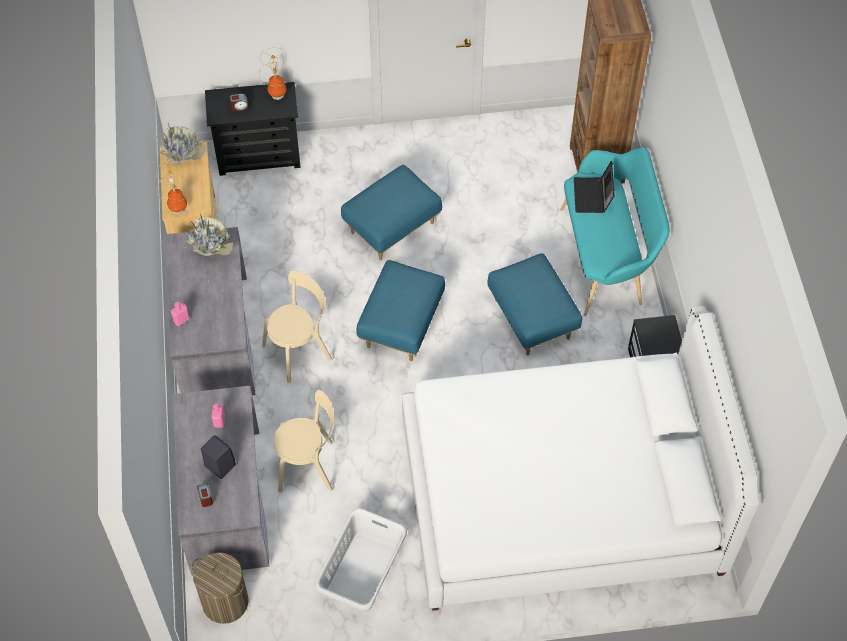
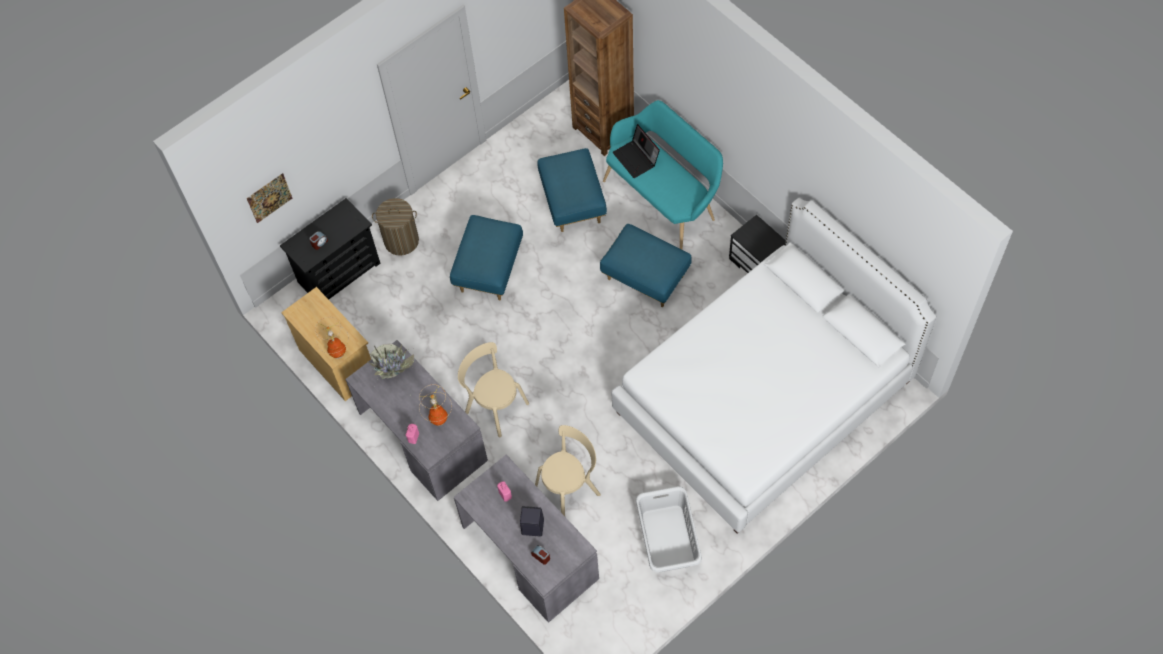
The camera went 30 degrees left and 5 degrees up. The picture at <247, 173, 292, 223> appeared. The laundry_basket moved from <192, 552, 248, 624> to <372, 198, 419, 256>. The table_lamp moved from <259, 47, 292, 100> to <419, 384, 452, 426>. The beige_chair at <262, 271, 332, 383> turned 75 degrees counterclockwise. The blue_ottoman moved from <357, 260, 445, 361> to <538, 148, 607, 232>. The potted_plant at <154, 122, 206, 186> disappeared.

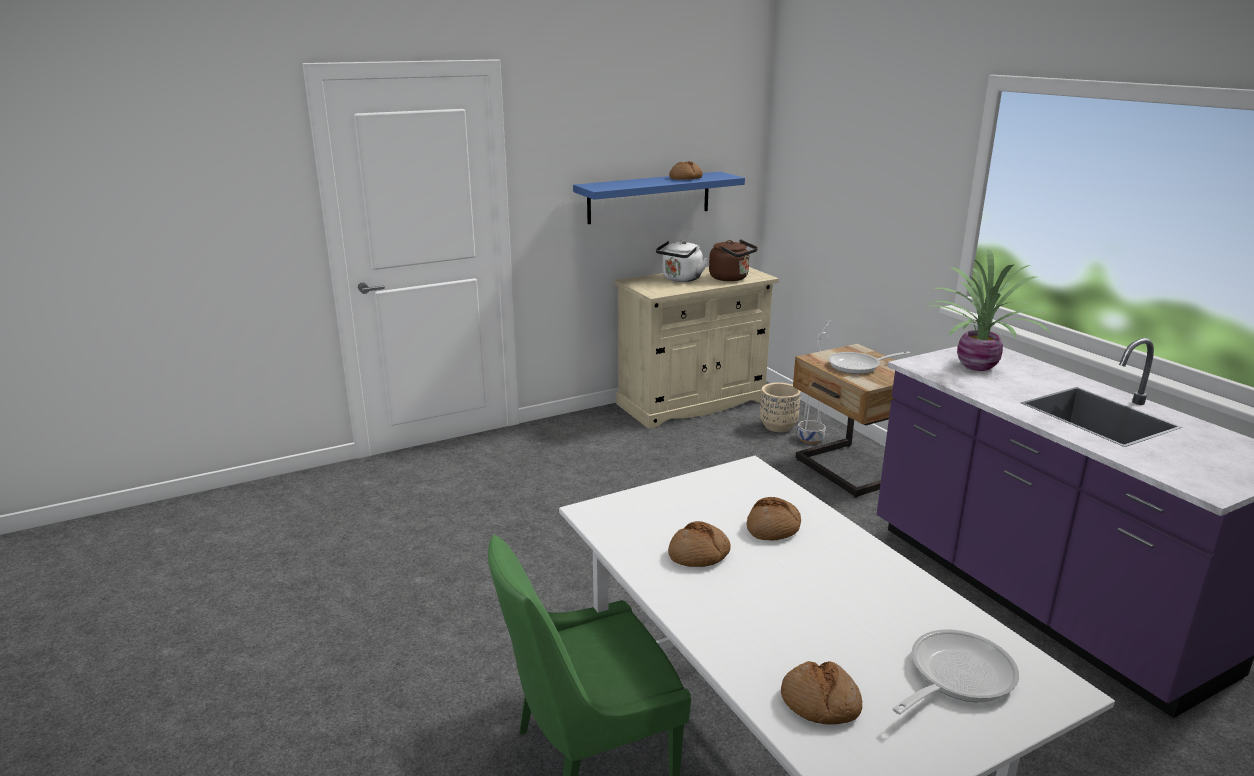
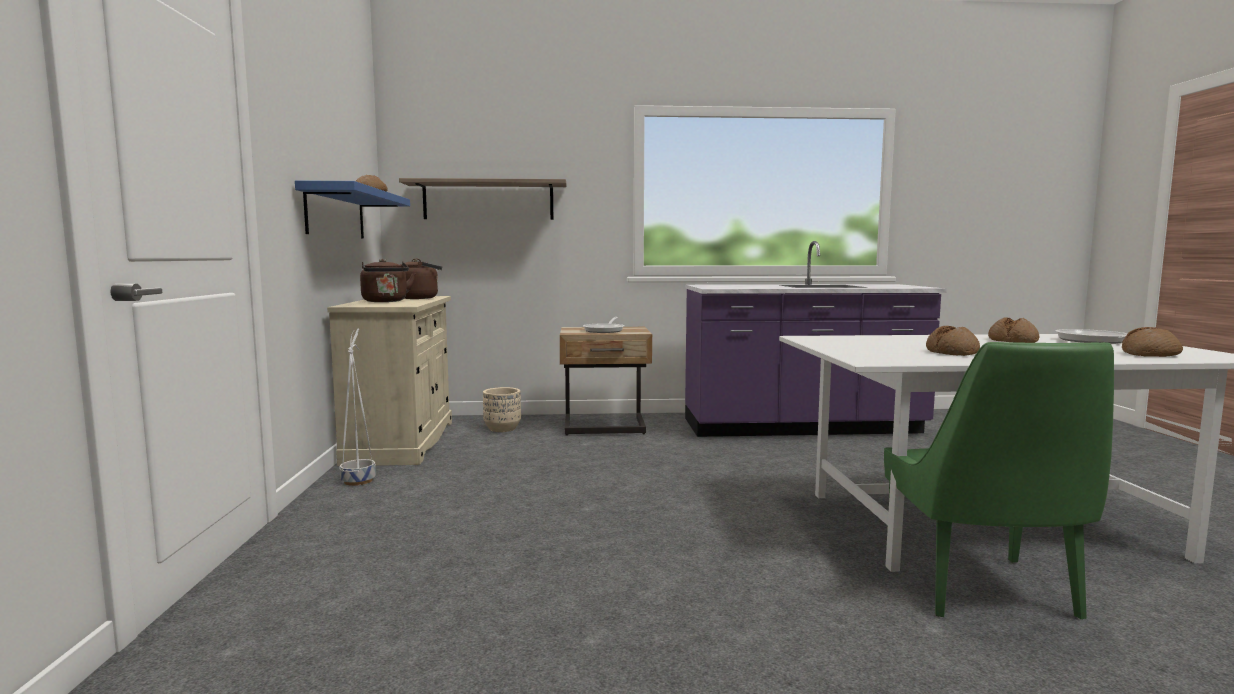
The camera went 65 degrees left and 15 degrees down. The white_planter moved from <797, 320, 831, 444> to <339, 328, 376, 486>. The white_kettle at <656, 240, 708, 282> became the brown_kettle at <360, 259, 415, 302>. The shelf at <399, 178, 567, 220> appeared. The bread moved from <747, 497, 801, 541> to <988, 317, 1039, 343>. The potted_plant at <923, 249, 1051, 371> disappeared.

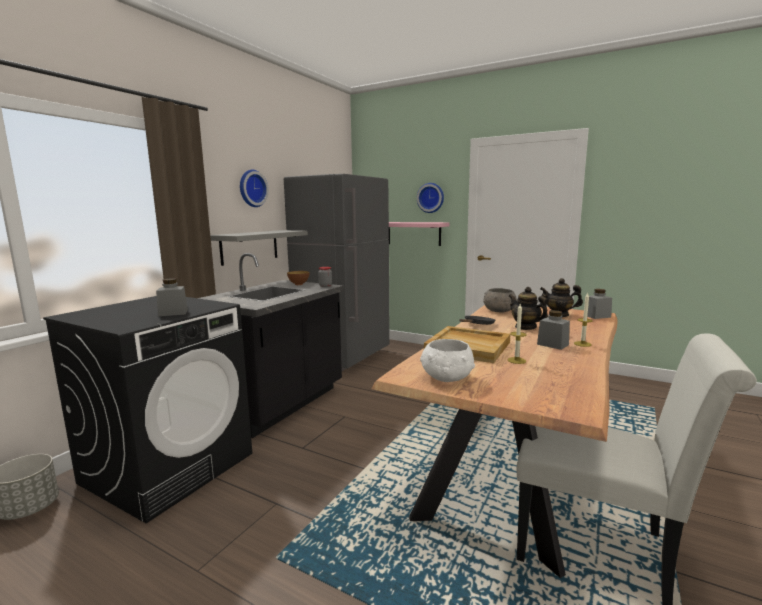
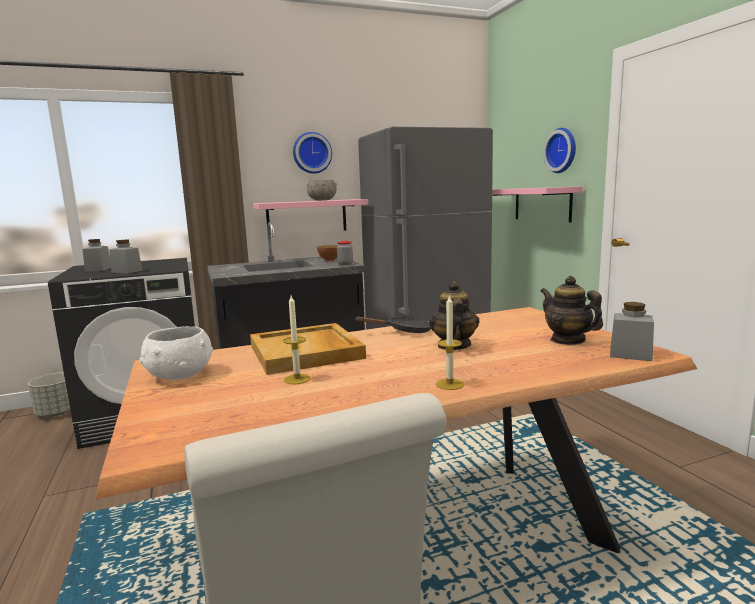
The camera went 40 degrees right and 0 degrees up. The grey_jar moved from <537, 310, 570, 350> to <83, 239, 111, 272>. The grey_shelf at <210, 230, 308, 266> became the pink_shelf at <253, 199, 368, 231>. The grey_bowl moved from <483, 288, 517, 313> to <307, 180, 337, 201>.

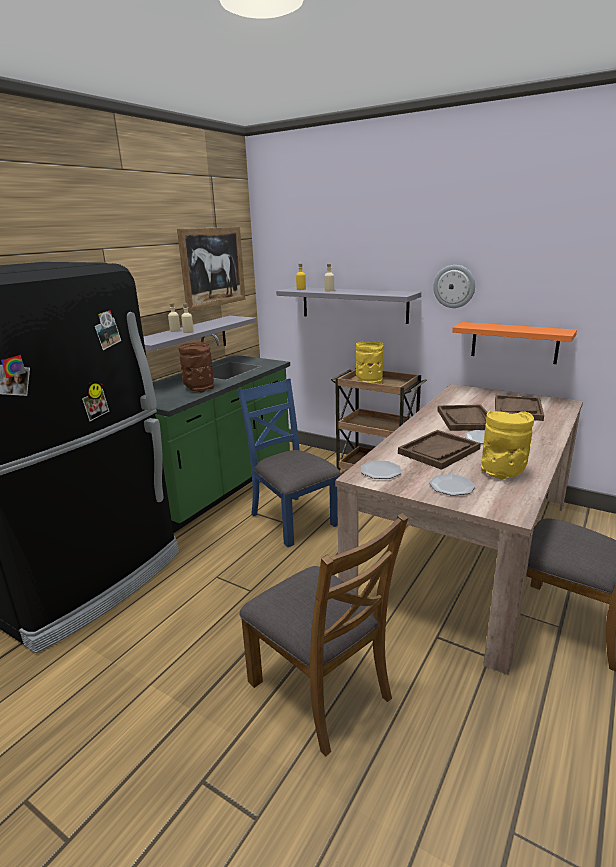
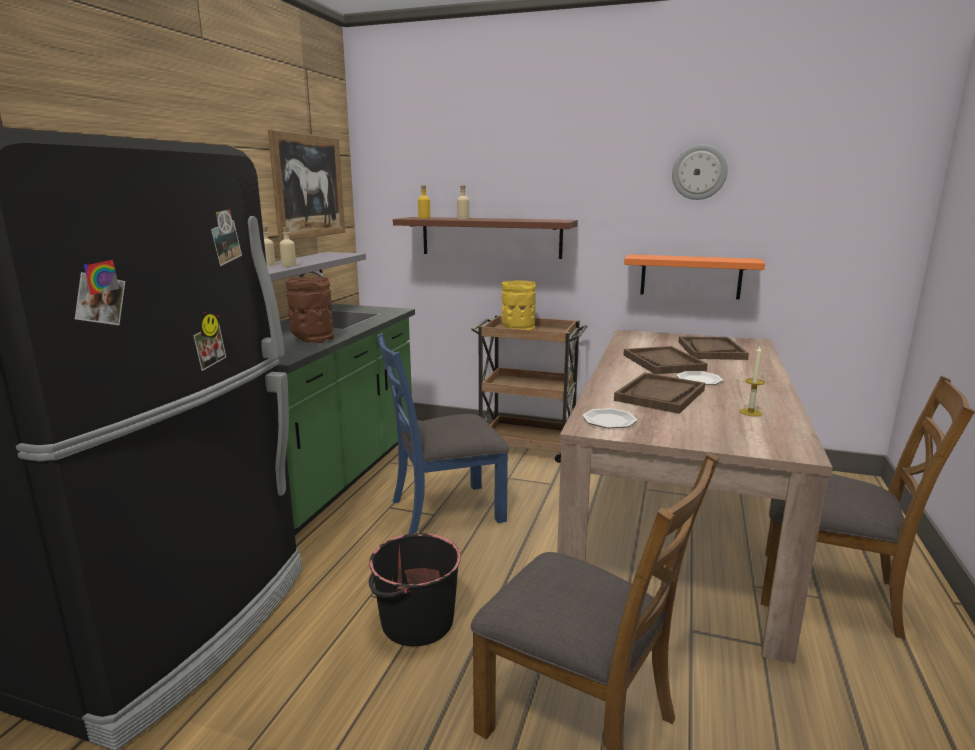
The camera went 15 degrees left and 5 degrees down. The black_bucket at <369, 533, 461, 646> appeared. The blue_chair at <238, 379, 341, 547> turned 60 degrees counterclockwise. The grey_shelf at <276, 287, 421, 324> became the brown_shelf at <393, 217, 578, 259>. The wall_clock moved from <433, 265, 475, 308> to <672, 144, 728, 200>. The yellow_vase at <481, 410, 534, 480> was replaced by the candle at <739, 346, 765, 417>. The plate at <429, 474, 476, 496> disappeared.

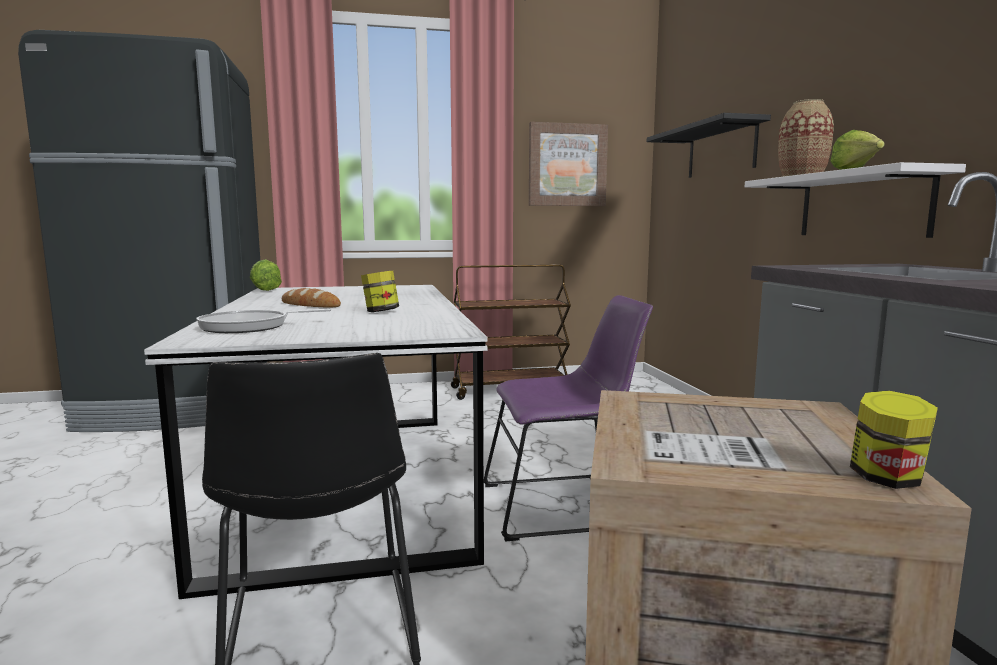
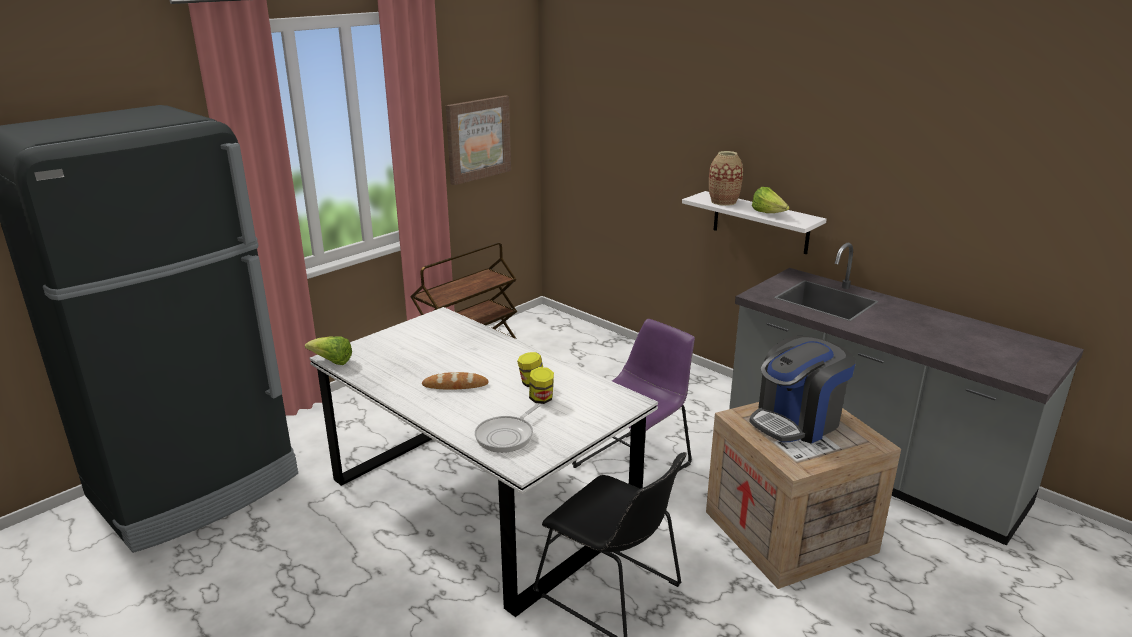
The camera went 35 degrees left and 15 degrees up. The jar moved from <850, 391, 938, 489> to <529, 367, 554, 404>. The coffee_machine at <749, 336, 856, 444> appeared. The black_shelf at <647, 113, 771, 178> disappeared.

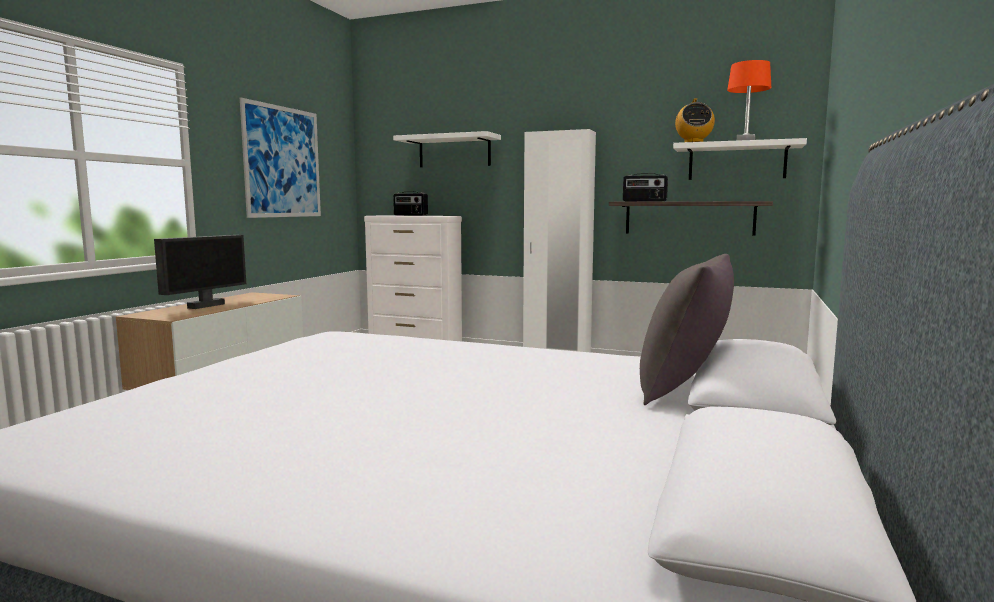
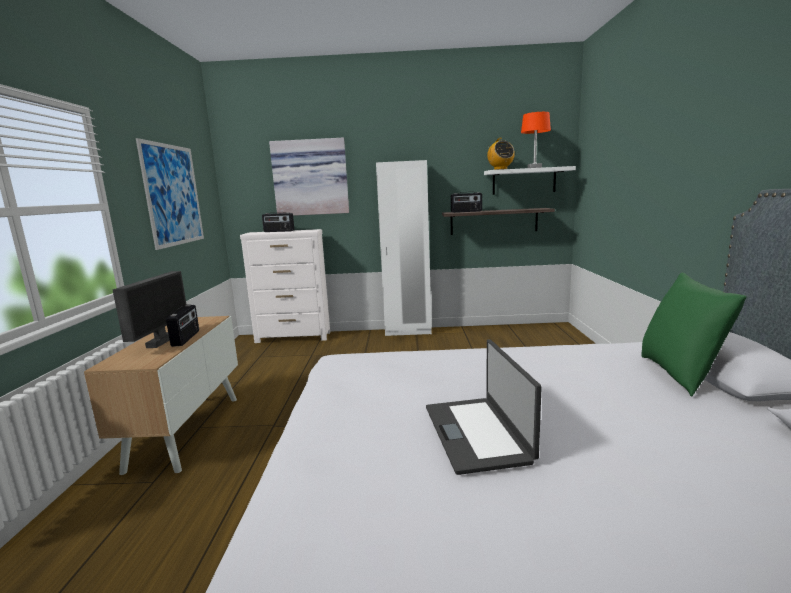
The camera went 20 degrees left and 5 degrees up. The radio at <166, 304, 199, 347> appeared. The white_shelf at <393, 131, 501, 167> was replaced by the picture at <269, 138, 349, 216>. The laptop at <426, 339, 542, 475> appeared. The grey_pillow at <640, 254, 734, 405> became the green_pillow at <641, 273, 747, 396>.

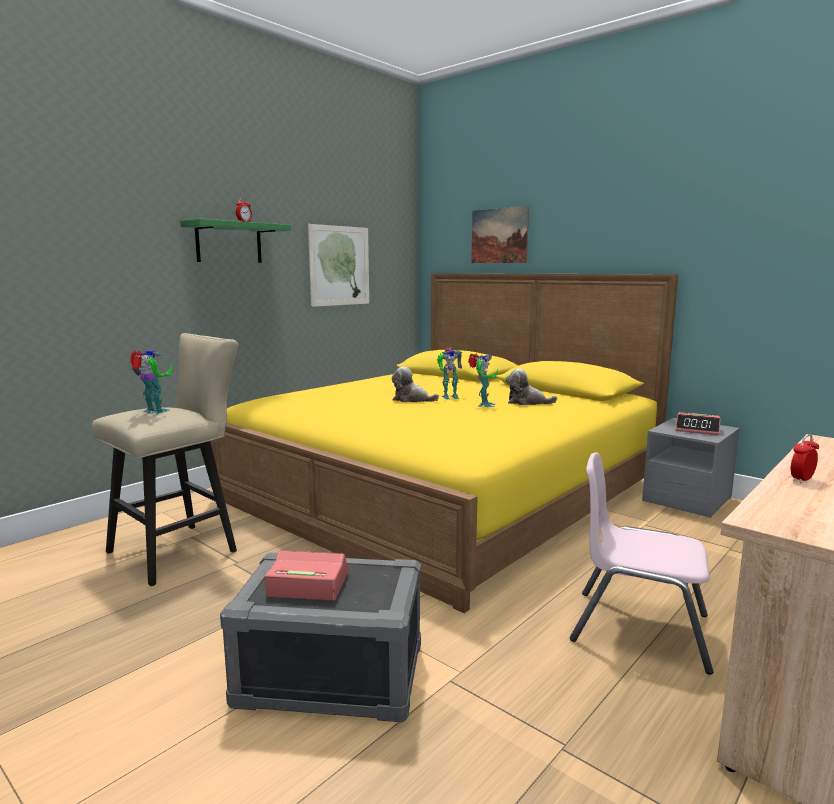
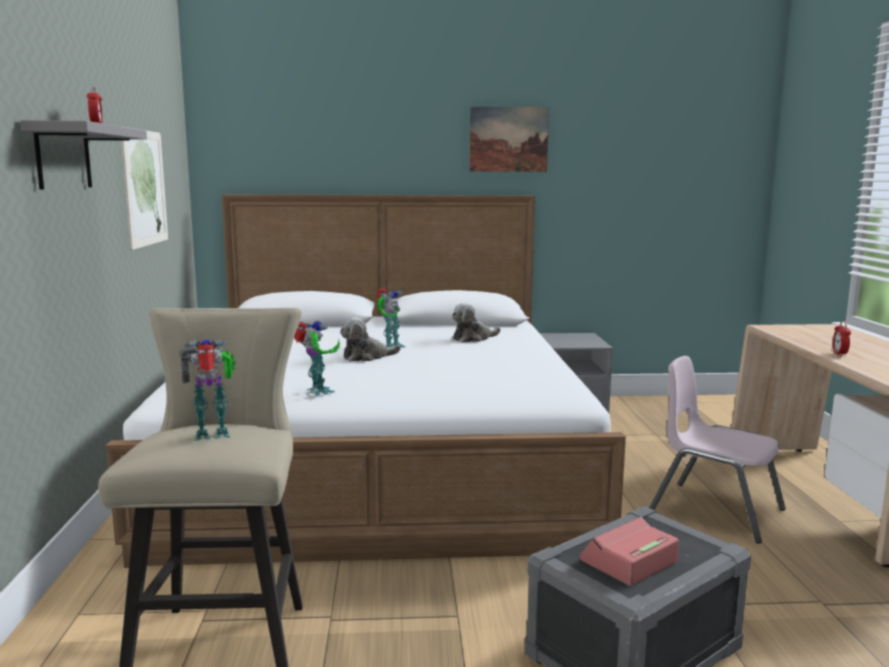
The camera went 45 degrees left and 0 degrees up. The green_shelf at <180, 219, 291, 263> became the grey_shelf at <20, 120, 147, 190>. The yellow_bed at <210, 273, 678, 613> became the white_bed at <106, 194, 626, 568>. The toy_robot moved from <468, 353, 498, 407> to <295, 321, 340, 396>. The picture moved from <471, 206, 529, 263> to <469, 106, 549, 172>. The pink_chair at <570, 452, 714, 675> turned 60 degrees clockwise. The alarm_clock at <676, 412, 721, 435> disappeared.

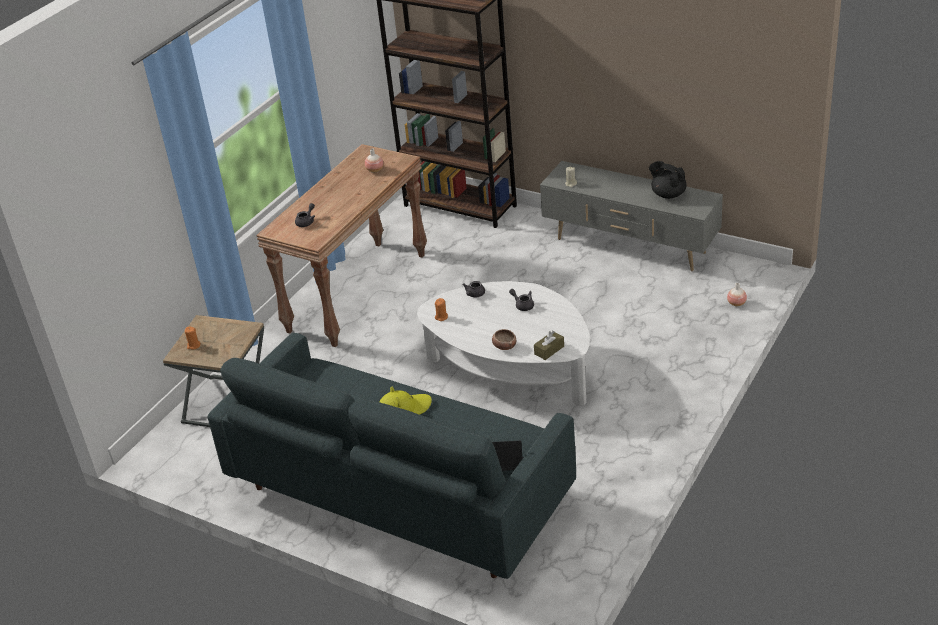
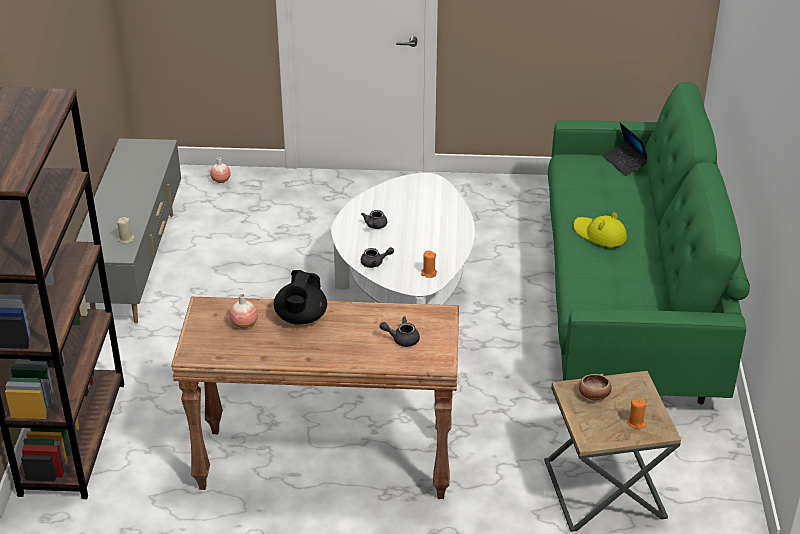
The camera went 120 degrees left and 0 degrees up. The black_teapot moved from <649, 161, 687, 199> to <274, 270, 327, 325>. The grey_sofa at <207, 333, 576, 579> became the green_sofa at <548, 82, 750, 404>. The bowl moved from <492, 329, 516, 350> to <579, 374, 612, 400>. The brown_tissue_box at <534, 330, 564, 360> disappeared.

